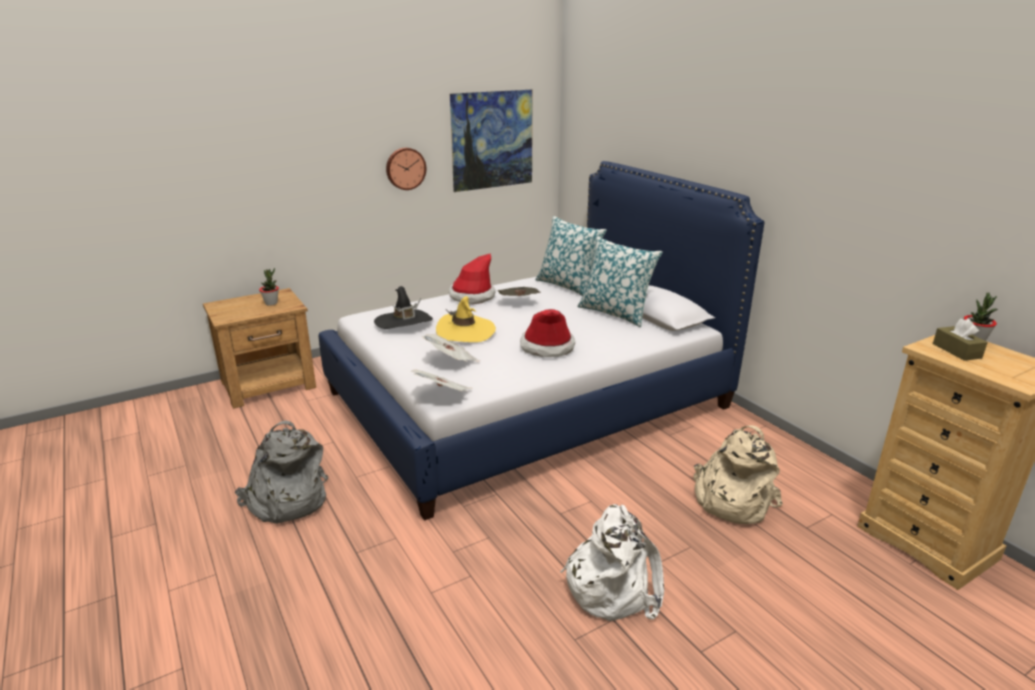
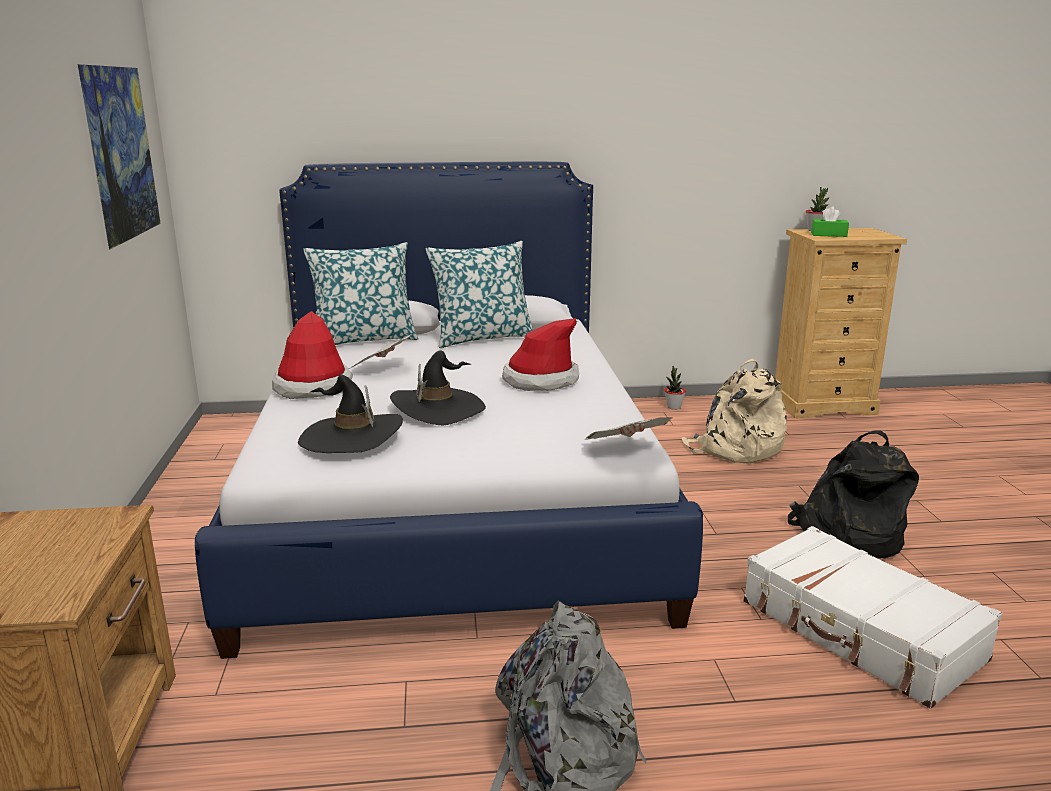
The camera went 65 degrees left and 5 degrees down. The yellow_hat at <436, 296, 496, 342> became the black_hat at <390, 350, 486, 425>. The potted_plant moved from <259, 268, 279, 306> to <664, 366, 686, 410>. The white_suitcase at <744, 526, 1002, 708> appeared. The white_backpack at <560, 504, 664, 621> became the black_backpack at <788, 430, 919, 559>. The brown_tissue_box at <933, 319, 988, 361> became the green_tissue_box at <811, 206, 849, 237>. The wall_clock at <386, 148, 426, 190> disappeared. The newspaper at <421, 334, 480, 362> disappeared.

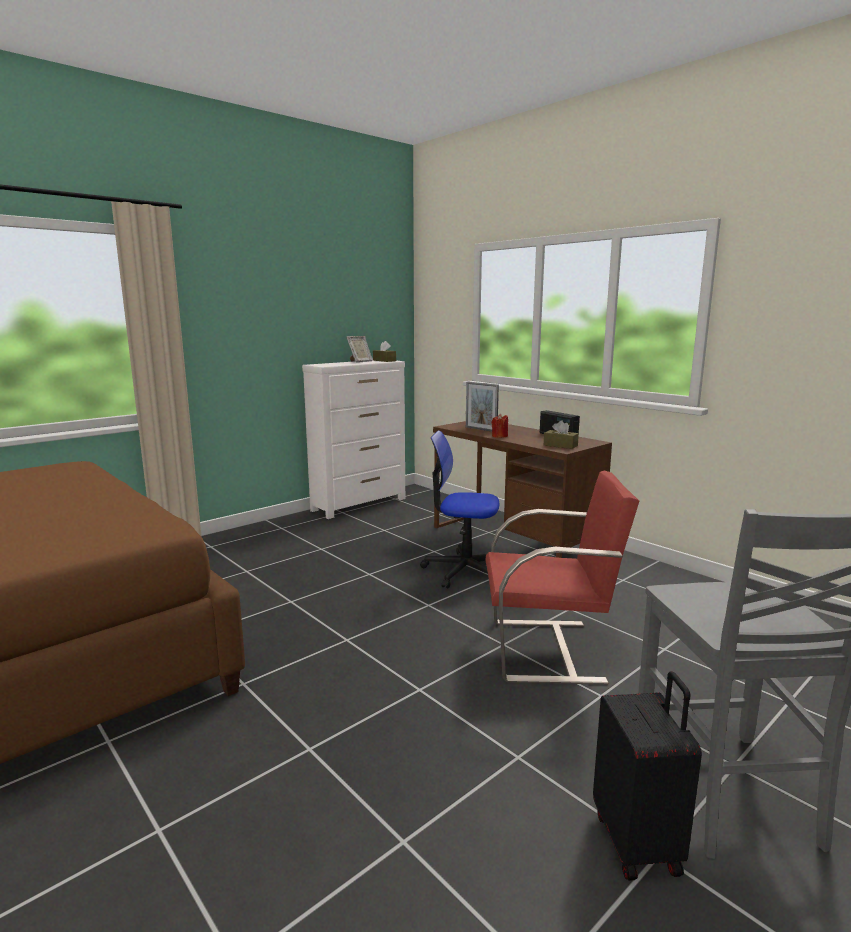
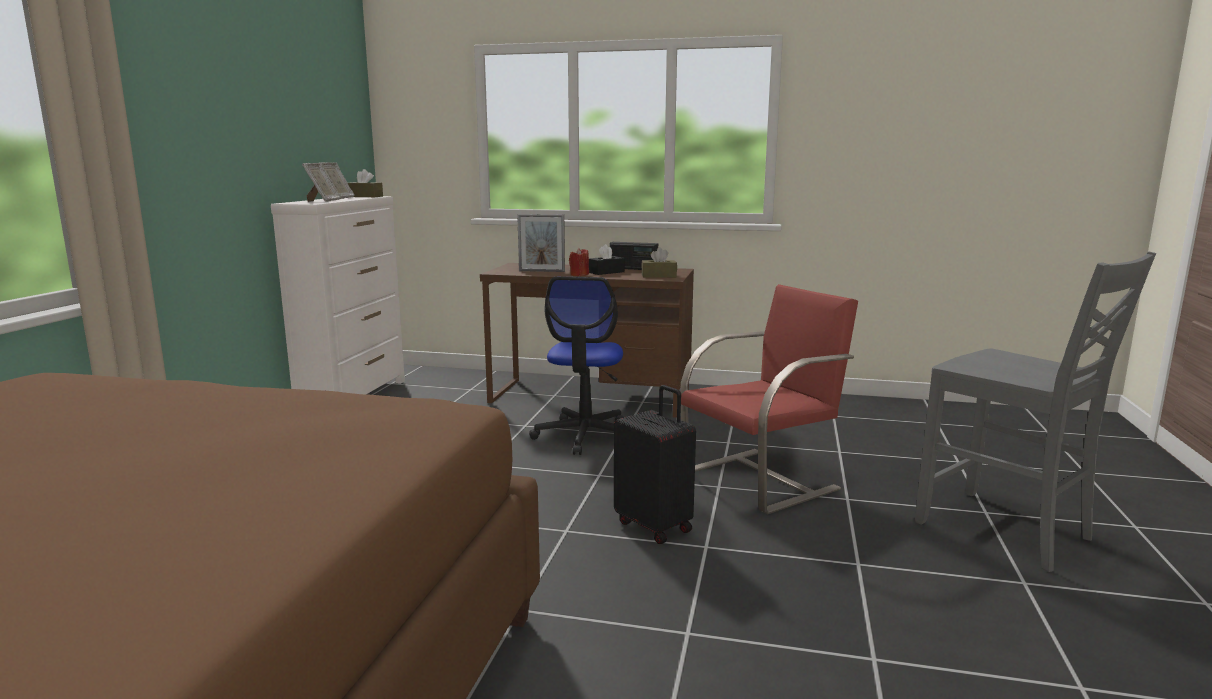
The camera went 35 degrees left and 0 degrees up. The picture_frame at <302, 163, 340, 202> appeared. The office_chair at <420, 430, 499, 589> turned 60 degrees counterclockwise. The black_tissue_box at <589, 244, 625, 275> appeared. The black_suitcase moved from <593, 671, 702, 881> to <614, 385, 696, 544>.

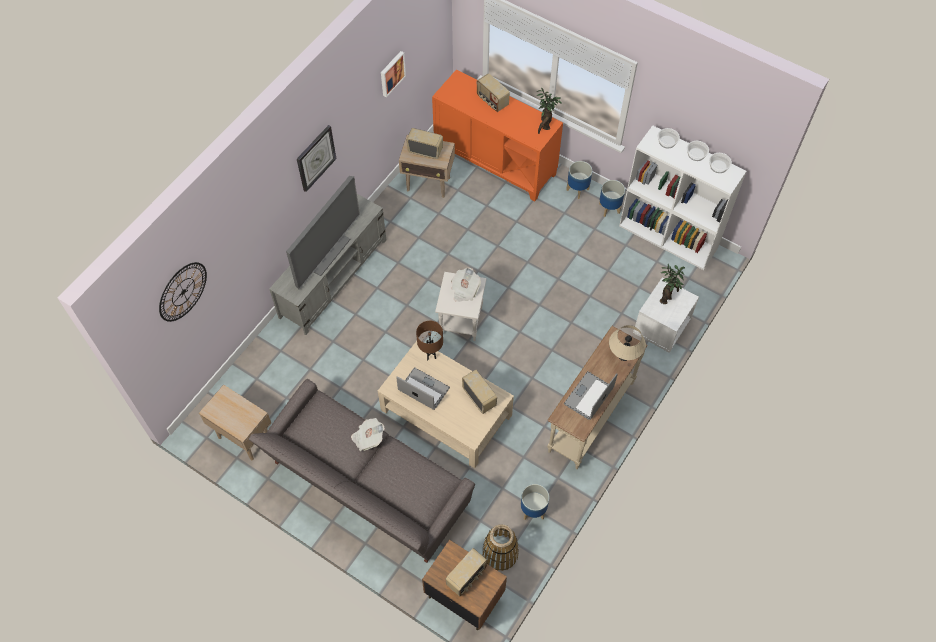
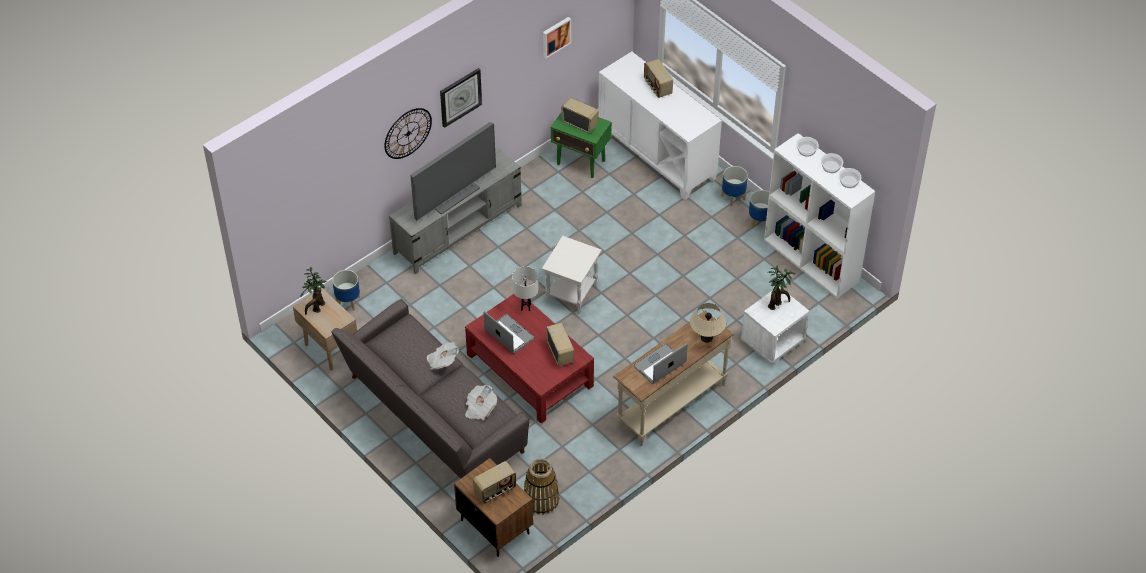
The camera went 15 degrees right and 10 degrees down. The potted_plant moved from <537, 87, 562, 134> to <300, 266, 327, 315>. The planter moved from <521, 484, 549, 520> to <332, 270, 360, 311>. The wall_clock moved from <159, 262, 207, 322> to <384, 108, 432, 159>. The beige_coffee_table at <378, 341, 514, 468> became the red_coffee_table at <465, 294, 594, 424>. The newspaper moved from <451, 268, 481, 302> to <465, 385, 497, 420>. The brown_table_lamp at <416, 321, 443, 360> became the white_table_lamp at <512, 266, 538, 311>. The beige_side_table at <399, 135, 455, 198> became the green_side_table at <551, 112, 612, 178>. The orange_cabinet at <432, 69, 563, 201> became the white_cabinet at <598, 51, 722, 200>.

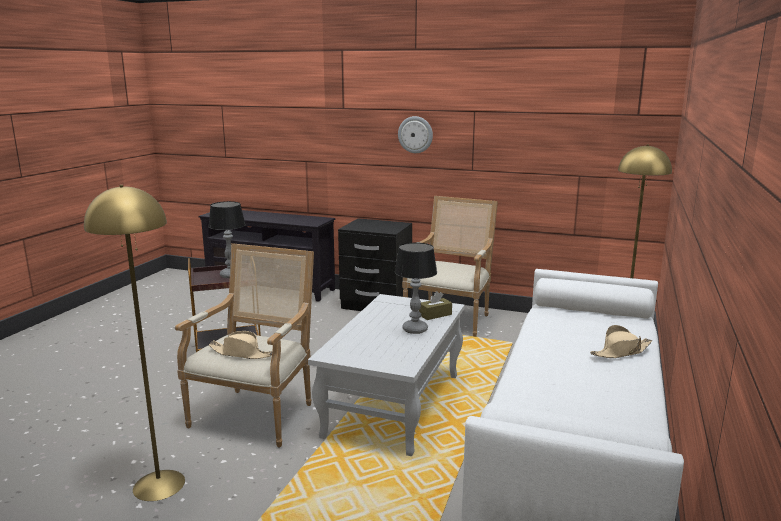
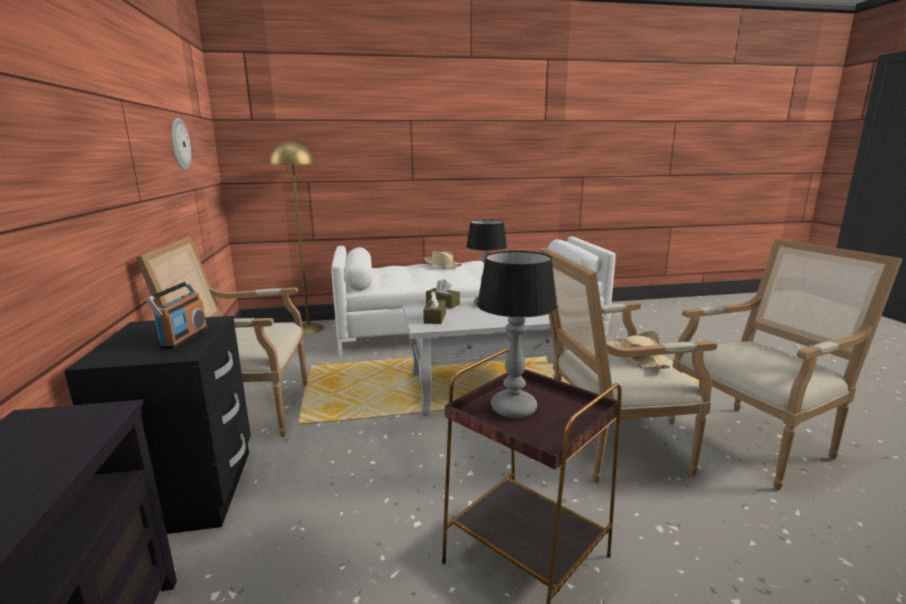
The camera went 120 degrees left and 0 degrees up. The radio at <146, 281, 208, 349> appeared. The wall_clock moved from <398, 116, 433, 153> to <171, 118, 191, 171>. The brown_tissue_box at <423, 291, 446, 324> appeared. The yellow_floor_lamp at <84, 185, 185, 501> was replaced by the armchair at <668, 238, 902, 490>.

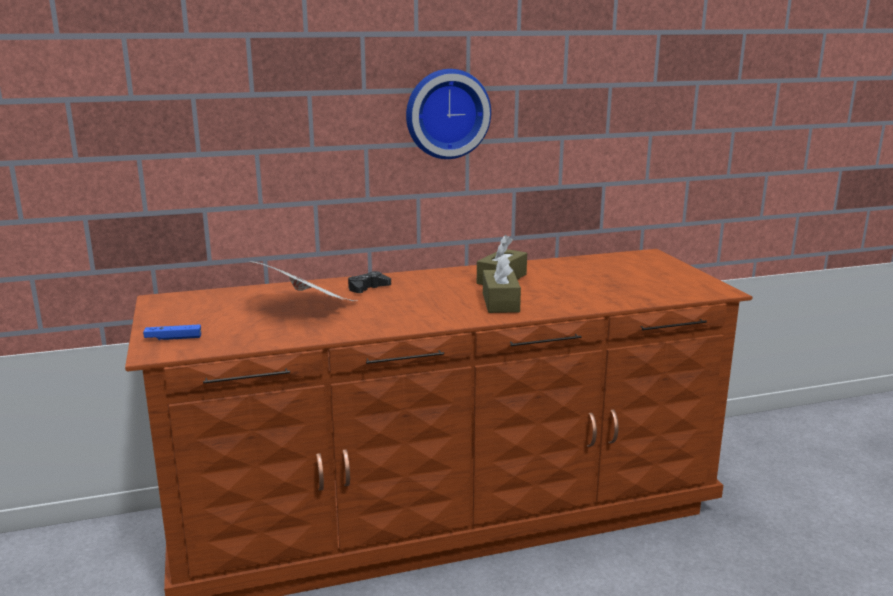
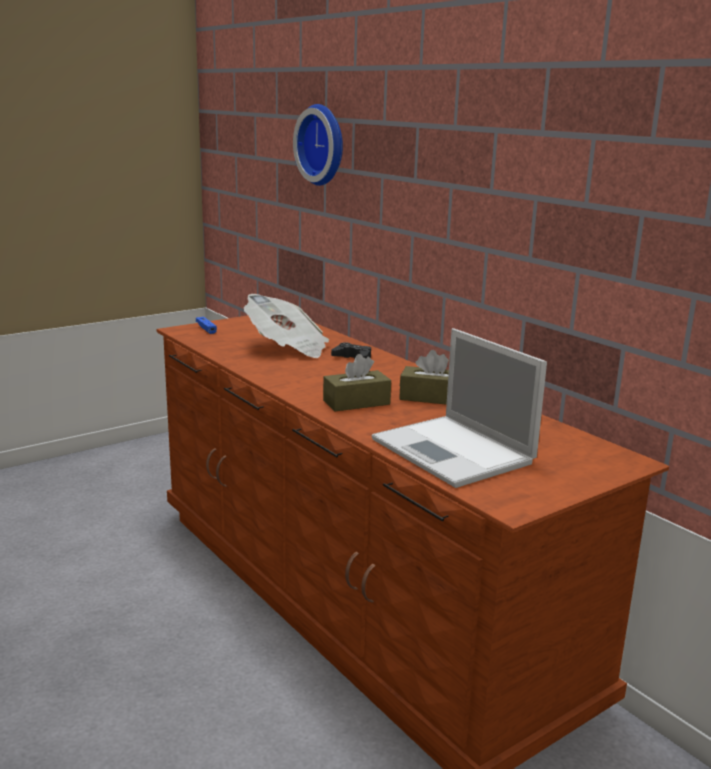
The camera went 70 degrees right and 0 degrees up. The wall_clock moved from <406, 69, 491, 159> to <293, 104, 343, 186>. The laptop at <372, 328, 547, 488> appeared.

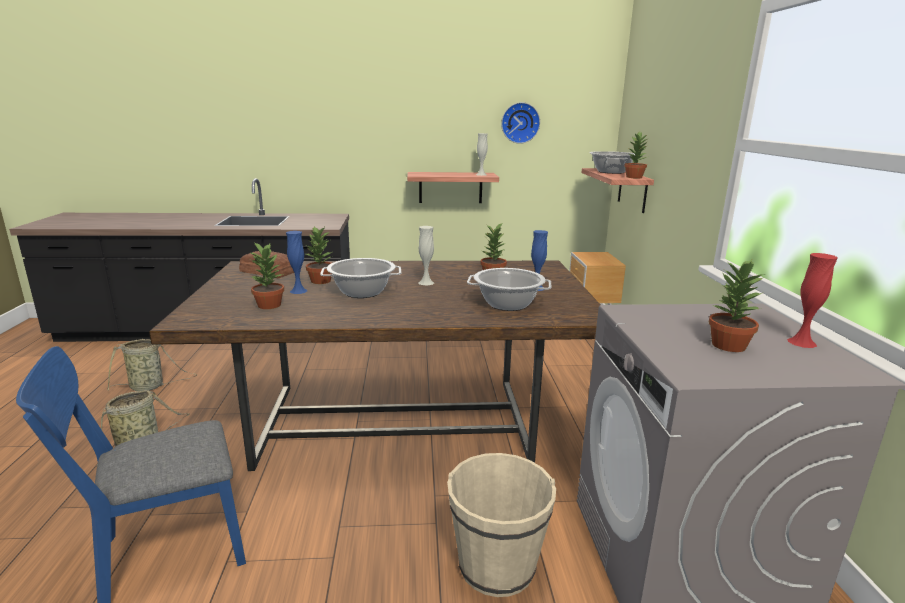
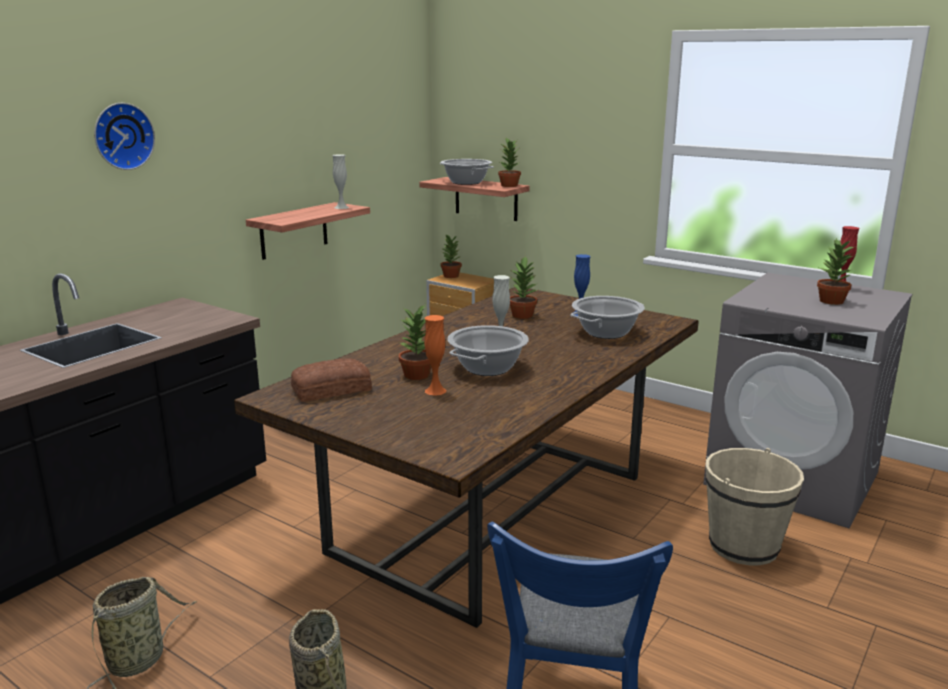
The camera went 50 degrees left and 0 degrees up. The wall_clock moved from <501, 102, 540, 144> to <94, 103, 155, 170>. The blue_vase at <286, 231, 307, 294> became the orange_vase at <424, 315, 446, 396>. The potted_plant moved from <249, 242, 284, 309> to <441, 234, 462, 278>.

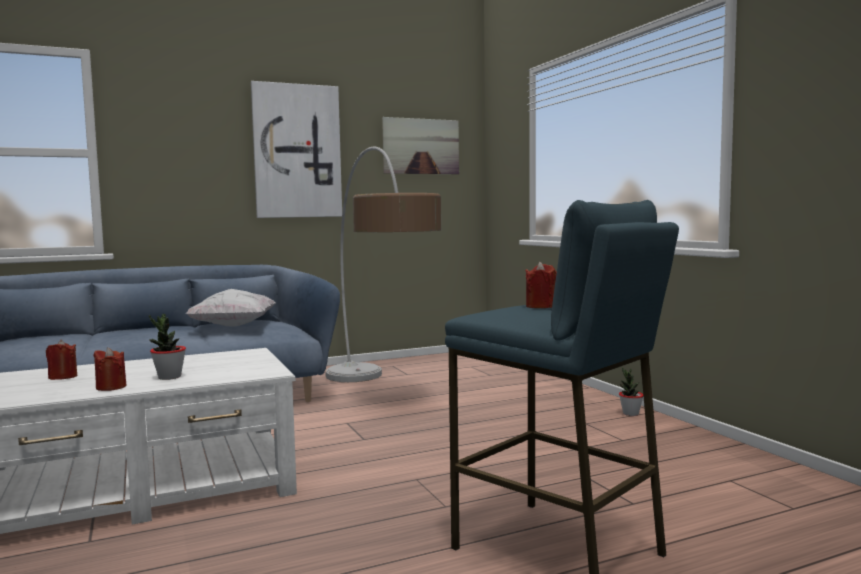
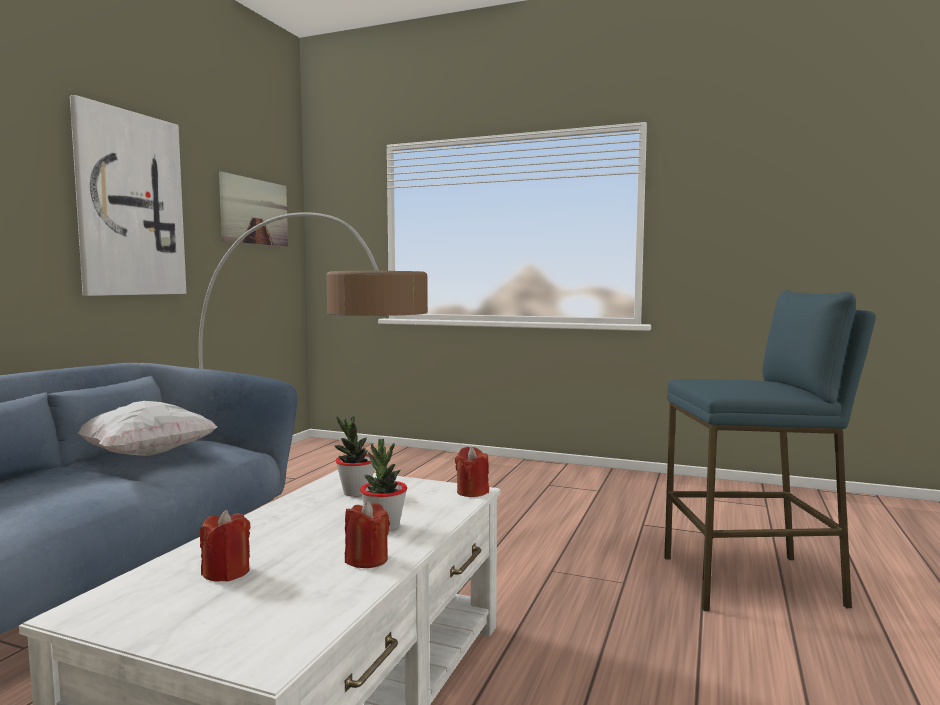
The camera went 45 degrees left and 0 degrees up. The potted_plant moved from <619, 367, 643, 416> to <335, 416, 376, 497>. The red_candle moved from <525, 262, 557, 308> to <455, 447, 489, 497>.

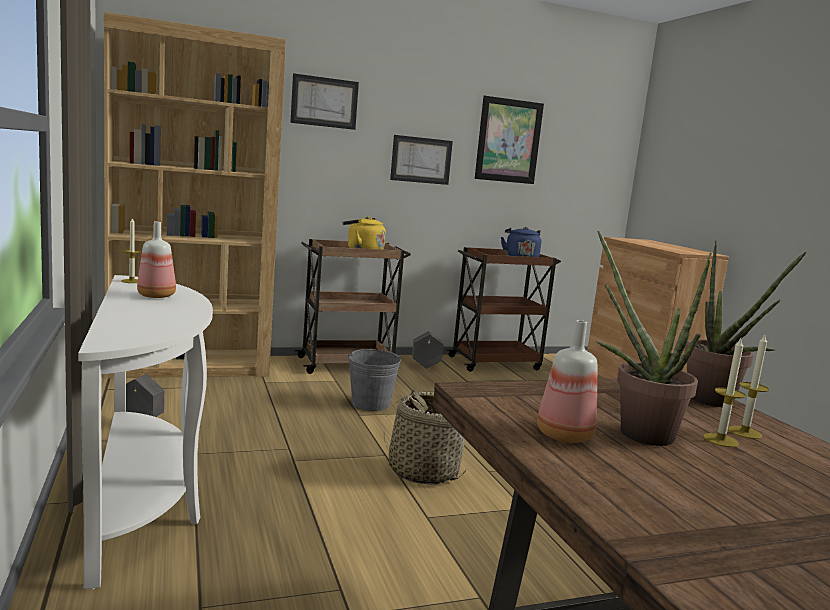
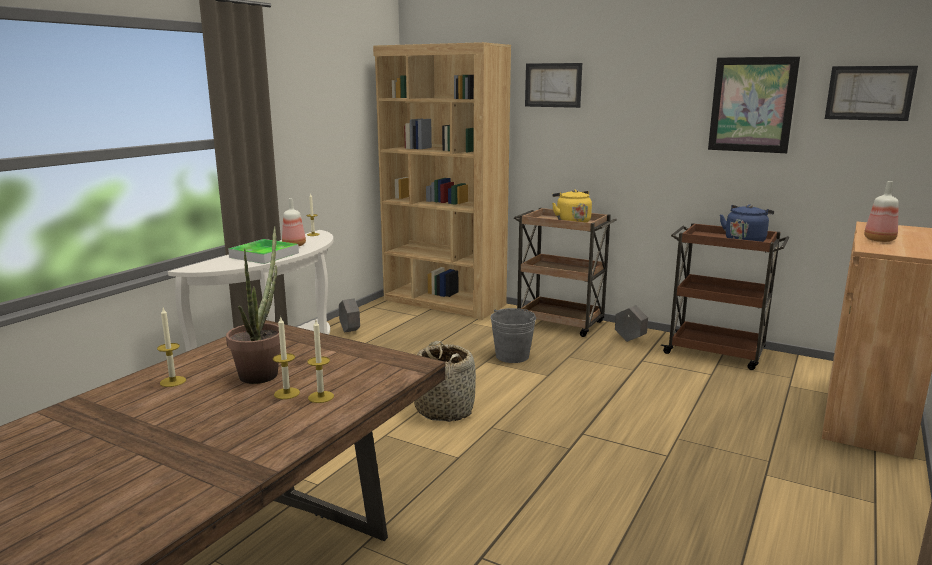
The camera went 50 degrees right and 5 degrees up. The candle at <157, 308, 186, 387> appeared. The tray at <228, 239, 299, 264> appeared. The picture moved from <390, 135, 453, 185> to <825, 66, 918, 121>. The bottle moved from <537, 320, 597, 443> to <864, 181, 899, 242>. The potted_plant at <684, 240, 807, 407> disappeared.

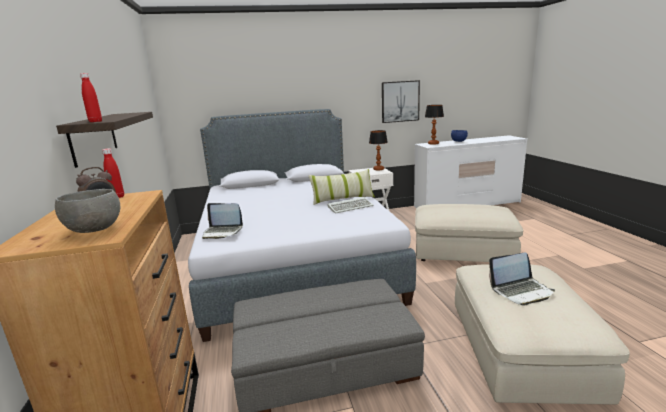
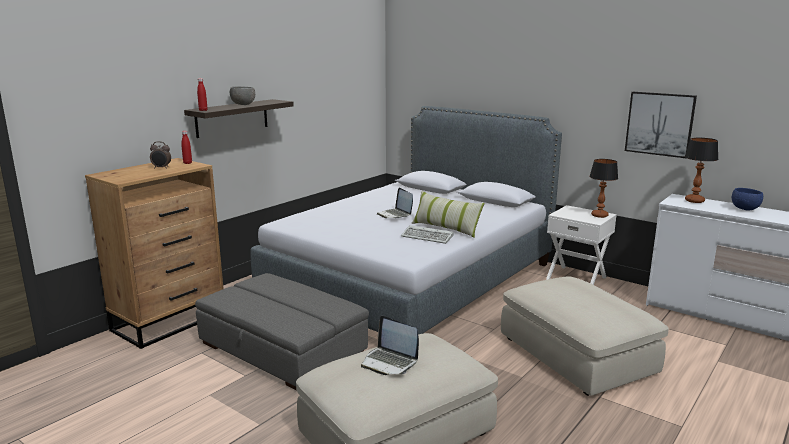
The camera went 50 degrees right and 0 degrees up. The grey_bowl moved from <55, 189, 120, 233> to <230, 86, 255, 105>. The laptop moved from <202, 203, 243, 239> to <377, 188, 413, 218>.

